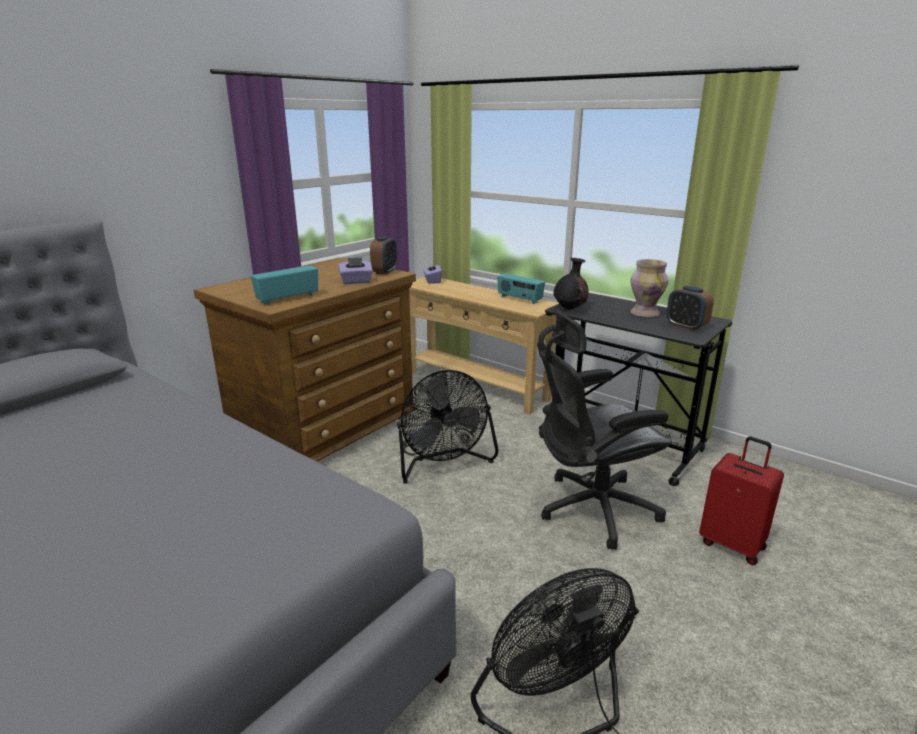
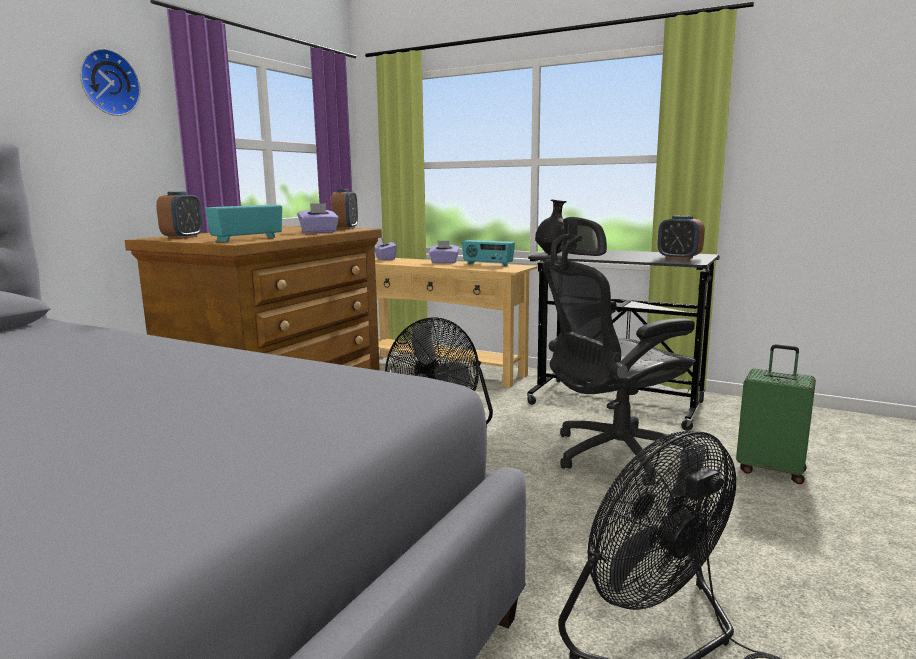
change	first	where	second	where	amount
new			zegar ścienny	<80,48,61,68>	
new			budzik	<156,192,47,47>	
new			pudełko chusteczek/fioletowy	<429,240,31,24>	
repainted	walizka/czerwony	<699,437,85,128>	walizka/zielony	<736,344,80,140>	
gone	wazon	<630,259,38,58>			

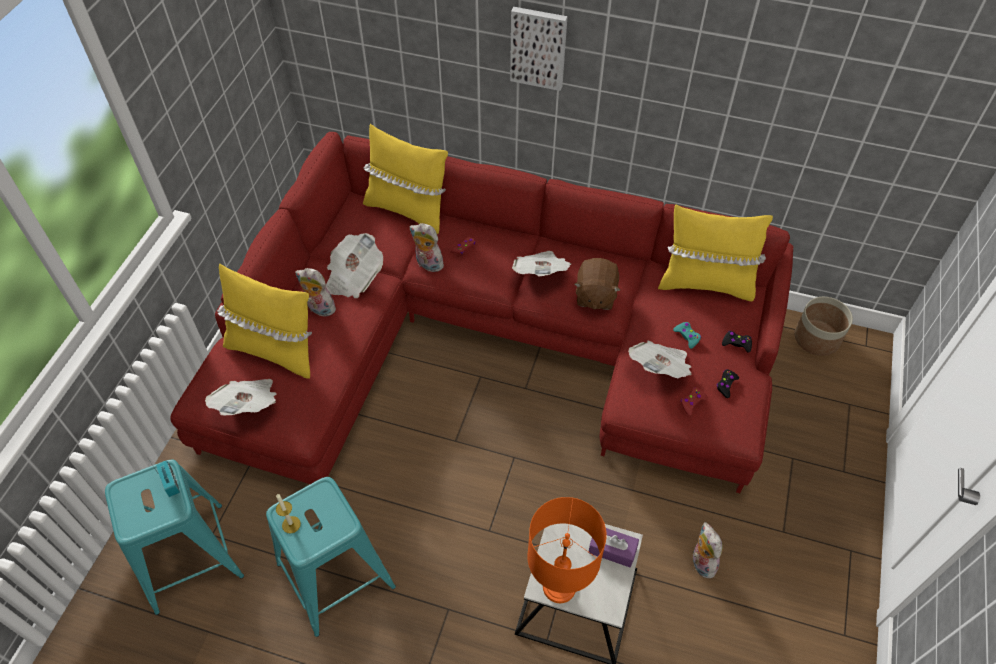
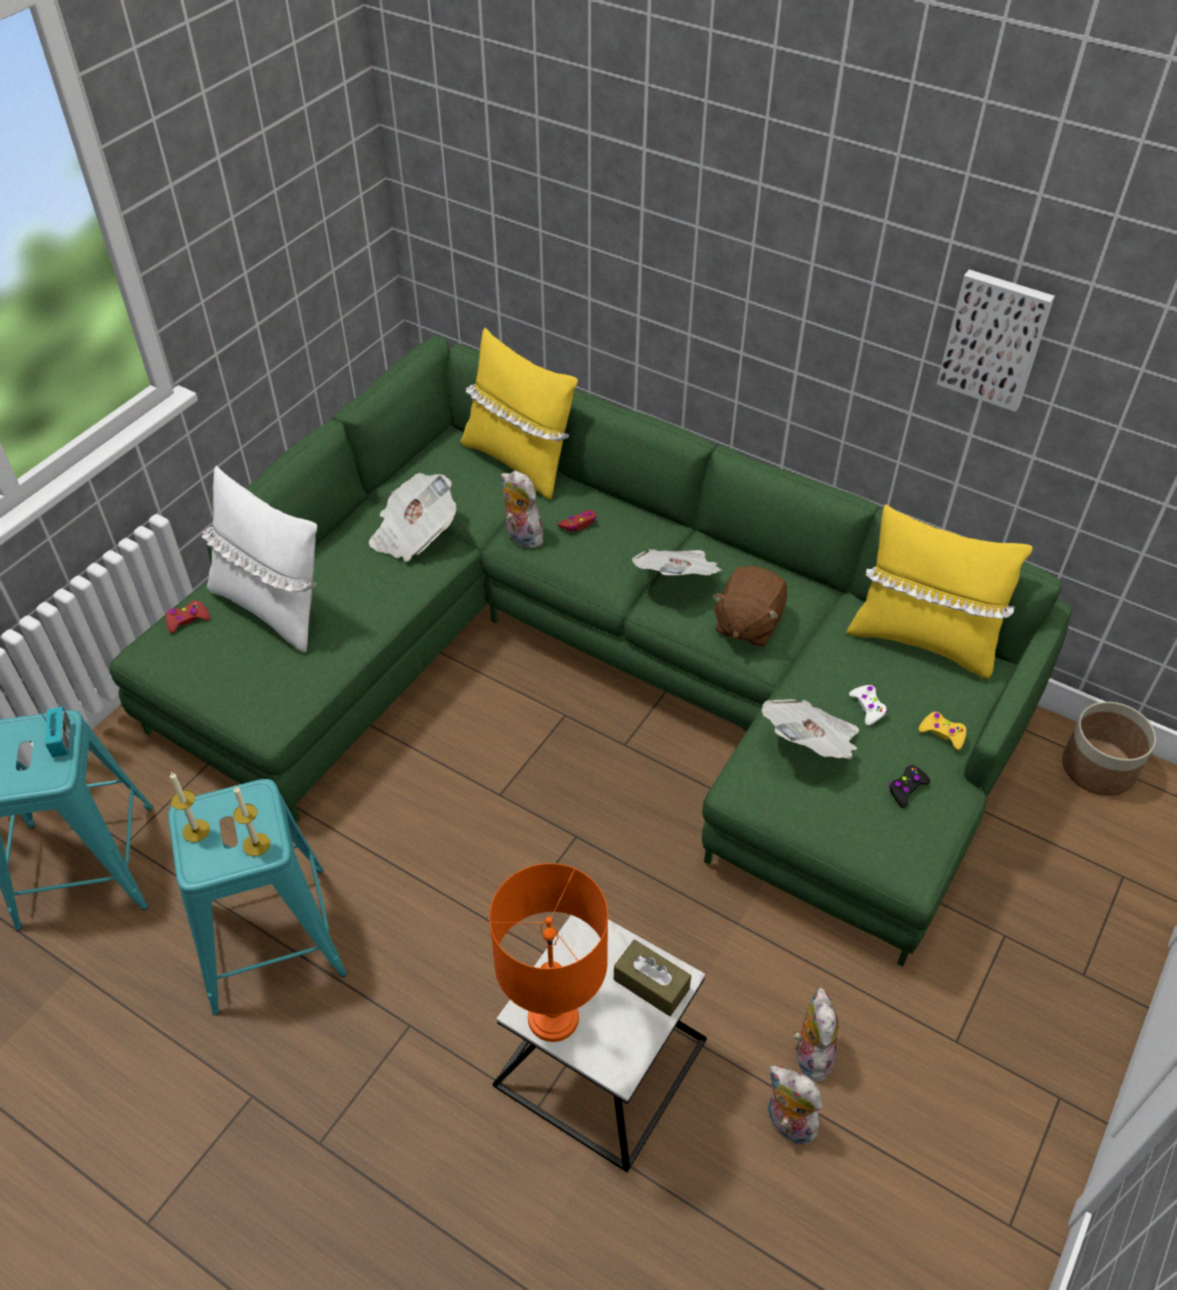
change	first	where	second	where	amount
repainted	kanapa/czerwony	<170,132,623,361>	kanapa/zielony	<109,335,963,632>	
shifted	pad do gier/czerwony	<680,387,28,29>		<166,600,44,33>	
repainted	poduszka/żółty	<217,264,95,115>	poduszka/biały	<202,466,115,187>	
new			świeca	<233,786,37,70>	
repainted	pudełko chusteczek/fioletowy	<588,528,51,39>	pudełko chusteczek/brązowy	<614,940,77,76>	
shifted	pluszak	<295,268,41,50>		<768,1066,54,79>	
repainted	pad do gier/turkusowy	<673,322,28,27>	pad do gier/biały	<849,685,38,41>	
repainted	pad do gier/czarny	<722,331,30,22>	pad do gier/żółty	<919,711,48,39>	
shifted	obraz	<510,7,58,84>		<936,269,119,143>	
gone	gazeta	<205,379,72,37>			

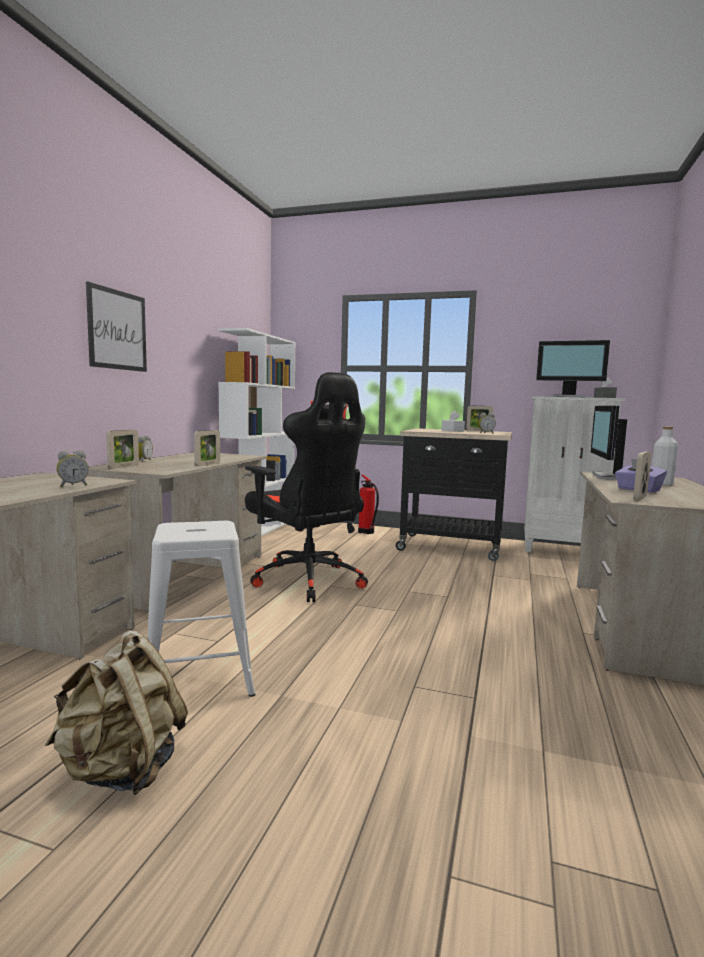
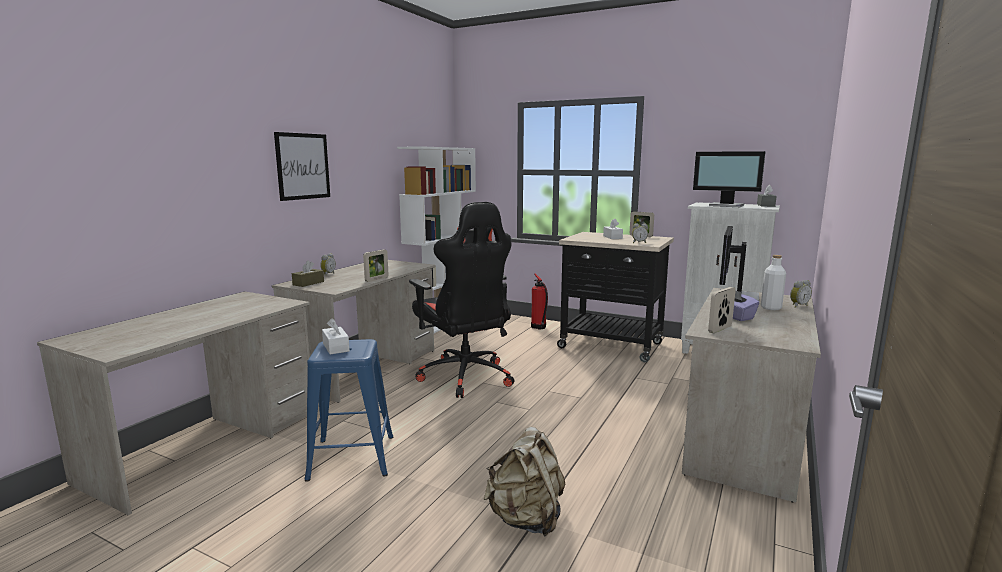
change	first	where	second	where	amount
swapped	ramka na zdjęcie	<106,430,33,39>	pudełko chusteczek/brązowy	<292,260,32,27>	
repainted	stołek/biały	<148,521,108,176>	stołek/niebieski	<305,339,88,143>	
new			pudełko chusteczek/biały	<322,318,28,37>	
shifted	plecak/beżowy	<45,630,143,165>		<484,427,81,109>	
shifted	budzik	<57,450,32,37>		<790,280,22,28>	

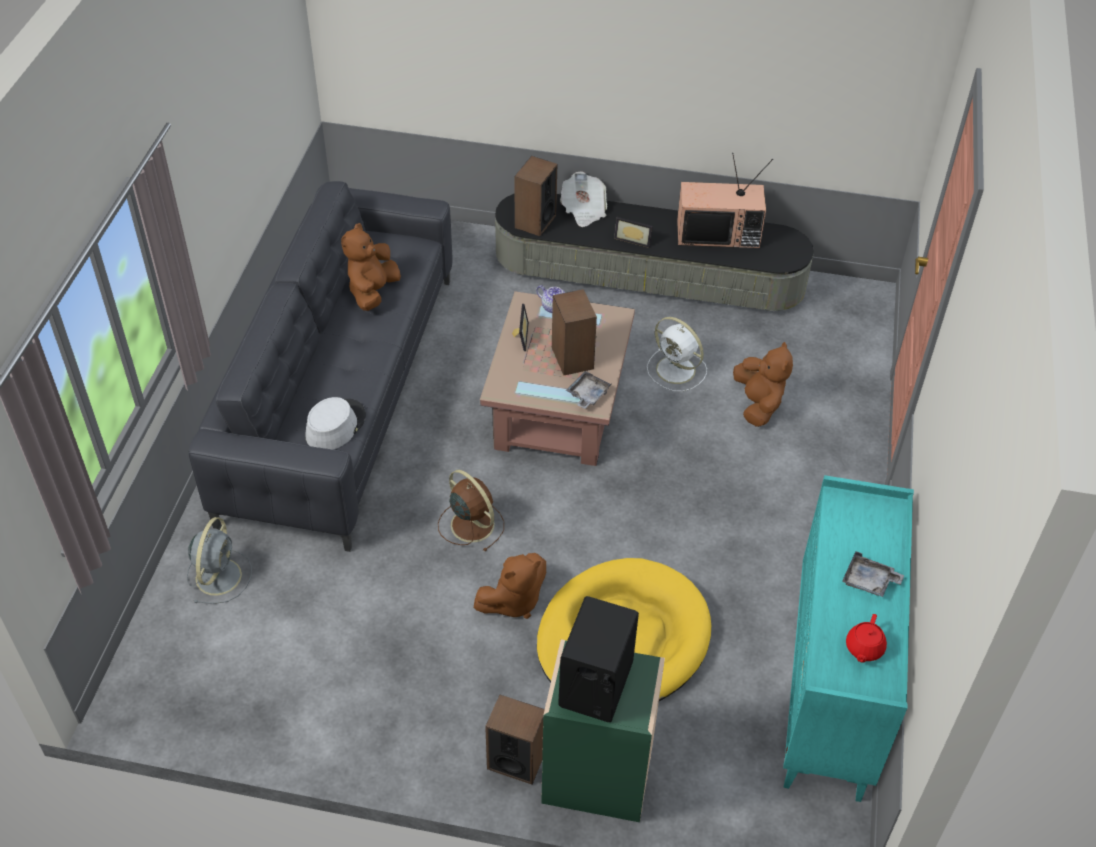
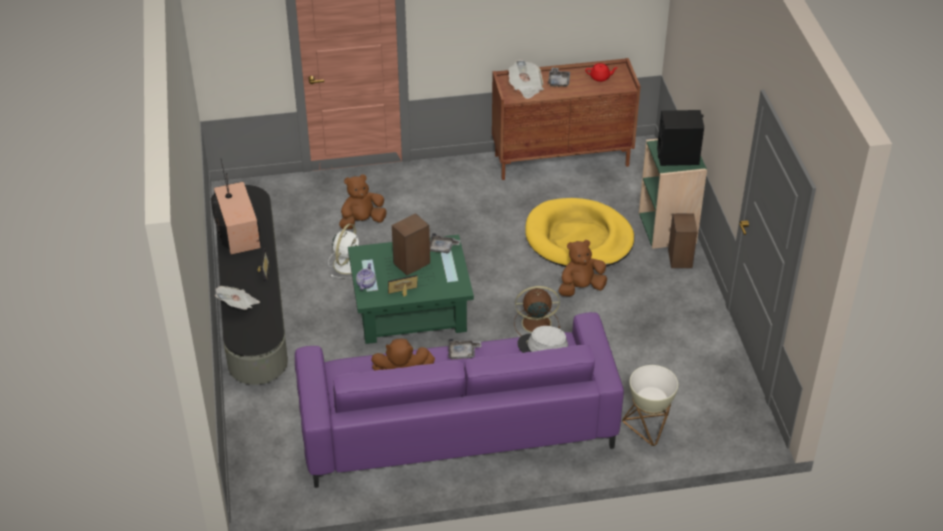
change	first	where	second	where	amount
repainted	kanapa/szary	<189,181,264,371>	kanapa/fioletowy	<295,312,329,176>	
repainted	ława/brązowy	<480,291,155,175>	ława/zielony	<348,235,126,109>	
new			taca/szary	<448,339,33,20>	
repainted	szafka/turkusowy	<783,475,131,327>	szafka/brązowy	<492,58,149,122>	
new			gazeta	<509,60,35,39>	
rotated	wentylator/brązowy	<438,470,66,81>		<514,286,46,50>	60 degrees clockwise
rotated	pluszak/brązowy	<474,553,72,66>		<559,240,48,56>	60 degrees counterclockwise
swapped	wentylator/szary	<187,517,65,87>	donica	<622,365,56,81>	
gone	głośnik	<514,156,43,80>			

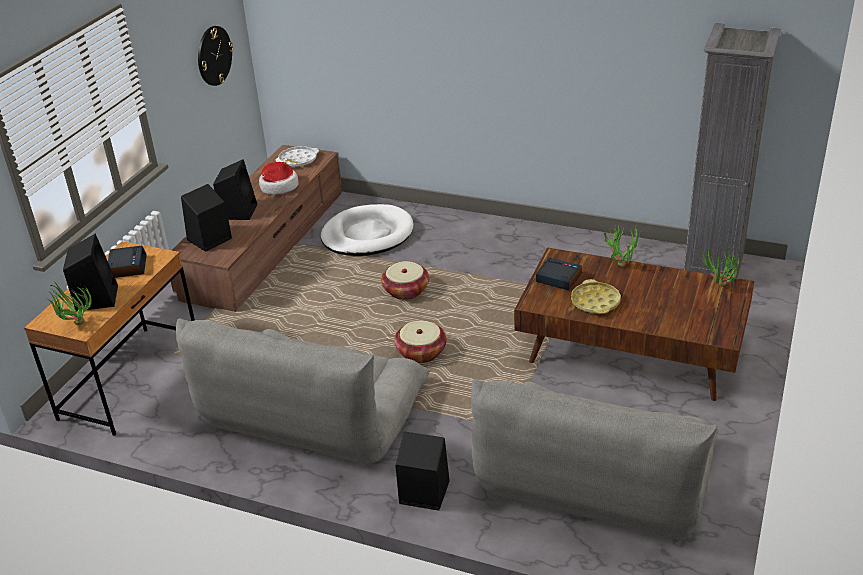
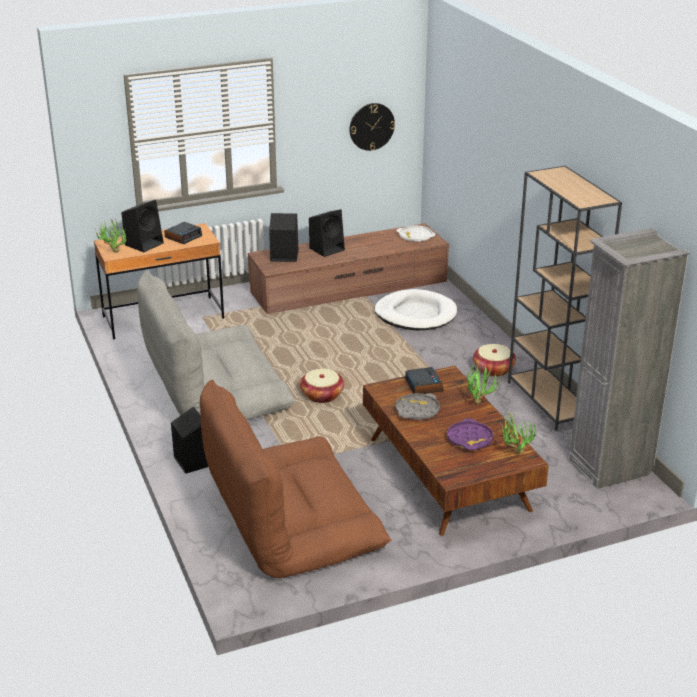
change	first	where	second	where	amount
repainted	kanapa/szary	<471,379,248,160>	kanapa/brązowy	<200,380,192,198>	
repainted	taca/żółty	<571,279,50,35>	taca/szary	<396,393,44,27>	
new			taca/fioletowy	<447,419,46,31>	
shifted	koszyk	<381,261,48,39>		<473,344,43,33>	
new			regał	<508,166,114,265>	
gone	kapelusz	<259,162,40,33>			

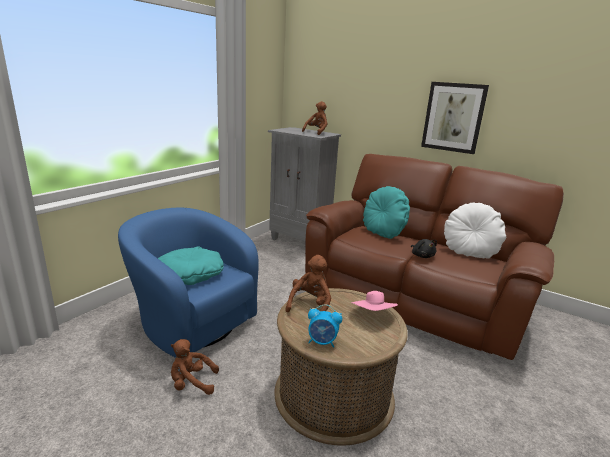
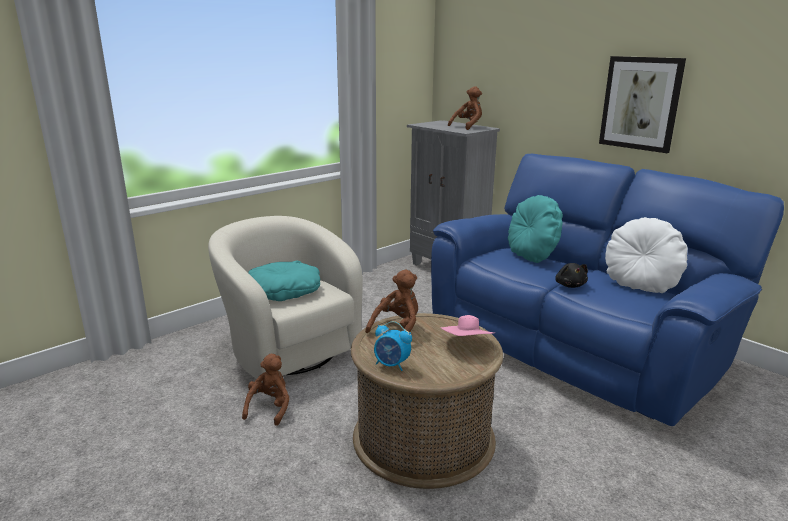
change	first	where	second	where	amount
repainted	fotel/niebieski	<118,208,141,150>	fotel/beżowy	<208,216,155,163>	
rotated	pluszak/brązowy	<171,339,48,56>		<242,354,48,72>	90 degrees clockwise
repainted	kanapa/brązowy	<305,154,259,206>	kanapa/niebieski	<431,154,353,272>	

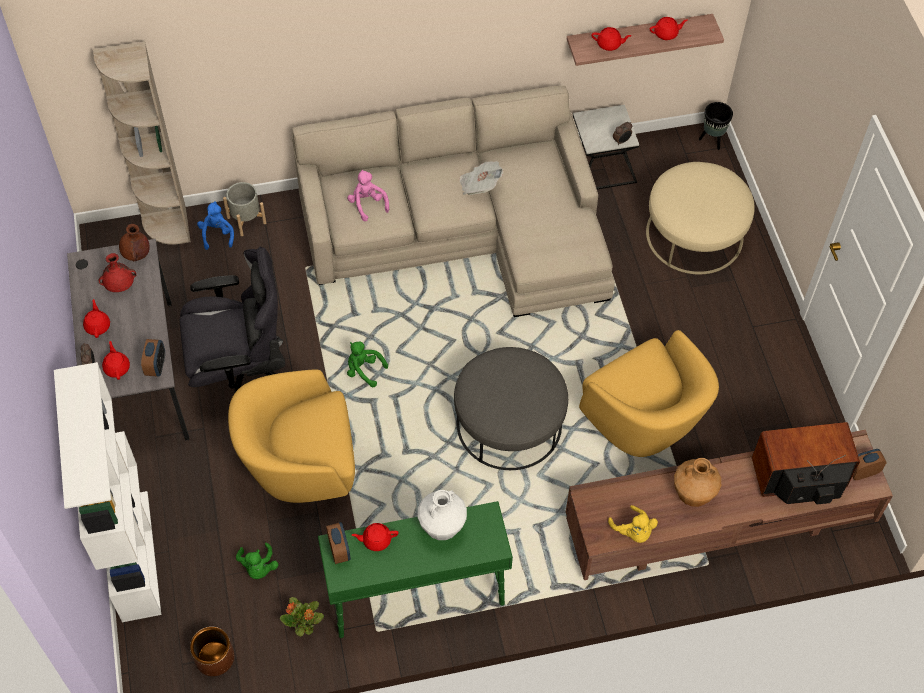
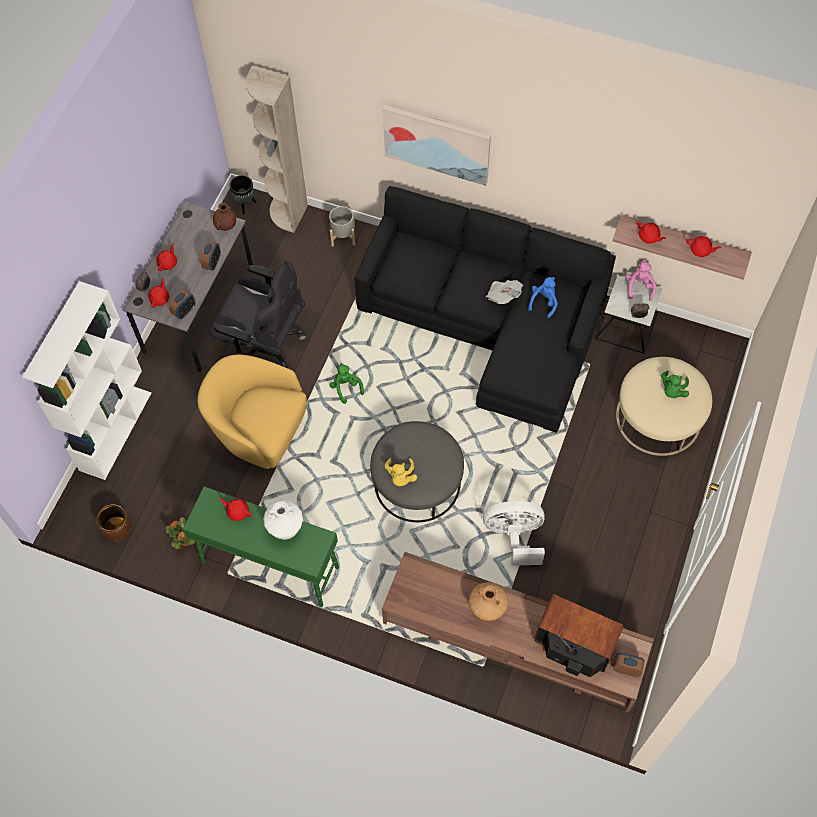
change	first	where	second	where	amount
shifted	budzik	<326,522,25,42>		<200,241,21,30>	
shifted	donica/czarny	<699,102,34,48>		<230,175,26,40>	
repainted	kanapa/beżowy	<292,86,323,231>	kanapa/czarny	<355,186,261,247>	
new			obraz	<383,105,108,81>	
shifted	pluszak/żółty	<608,505,50,38>		<385,458,32,28>	
swapped	fotel/żółty	<579,330,140,127>	wentylator/biały	<483,501,62,65>	
shifted	pluszak/niebieski	<197,202,37,48>		<528,277,30,41>	
shifted	pluszak/różowy	<347,170,42,51>		<625,260,31,41>	
shifted	pluszak/zielony	<236,543,42,36>		<661,370,28,28>	
gone	wazon/czerwony	<99,253,37,39>			

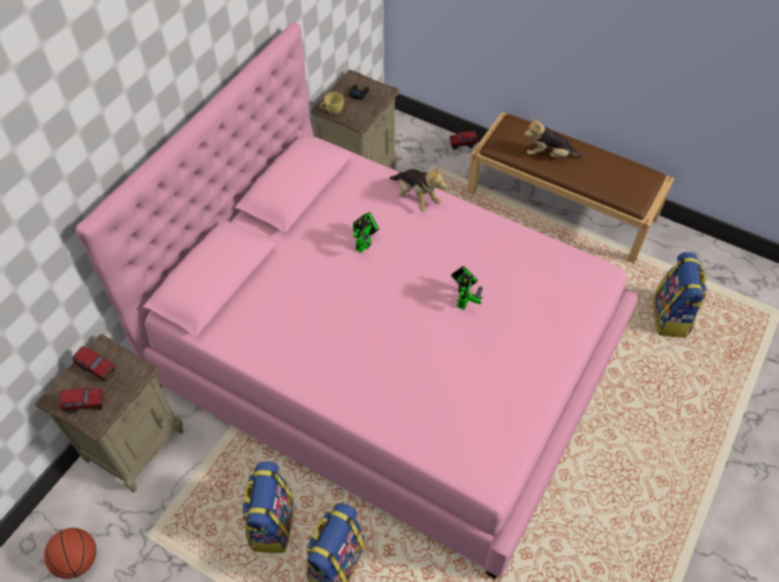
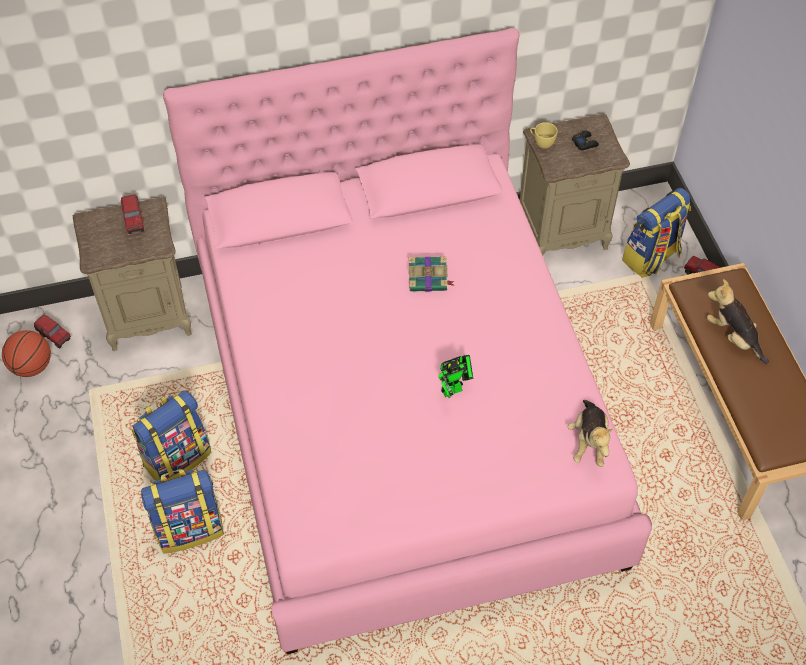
change	first	where	second	where	amount
shifted	ciężarówka zabawkowa	<59,388,45,25>		<34,315,37,33>	
swapped	robot zabawkowy	<353,212,26,41>	książka	<409,256,45,35>	
shifted	pluszak	<389,165,58,46>		<568,400,46,67>	
shifted	plecak	<653,252,54,86>		<622,188,69,90>	

